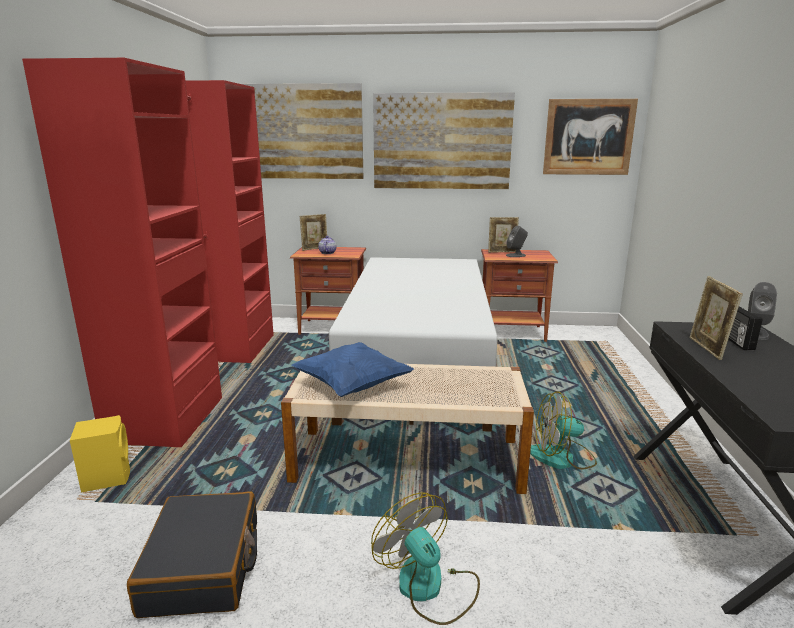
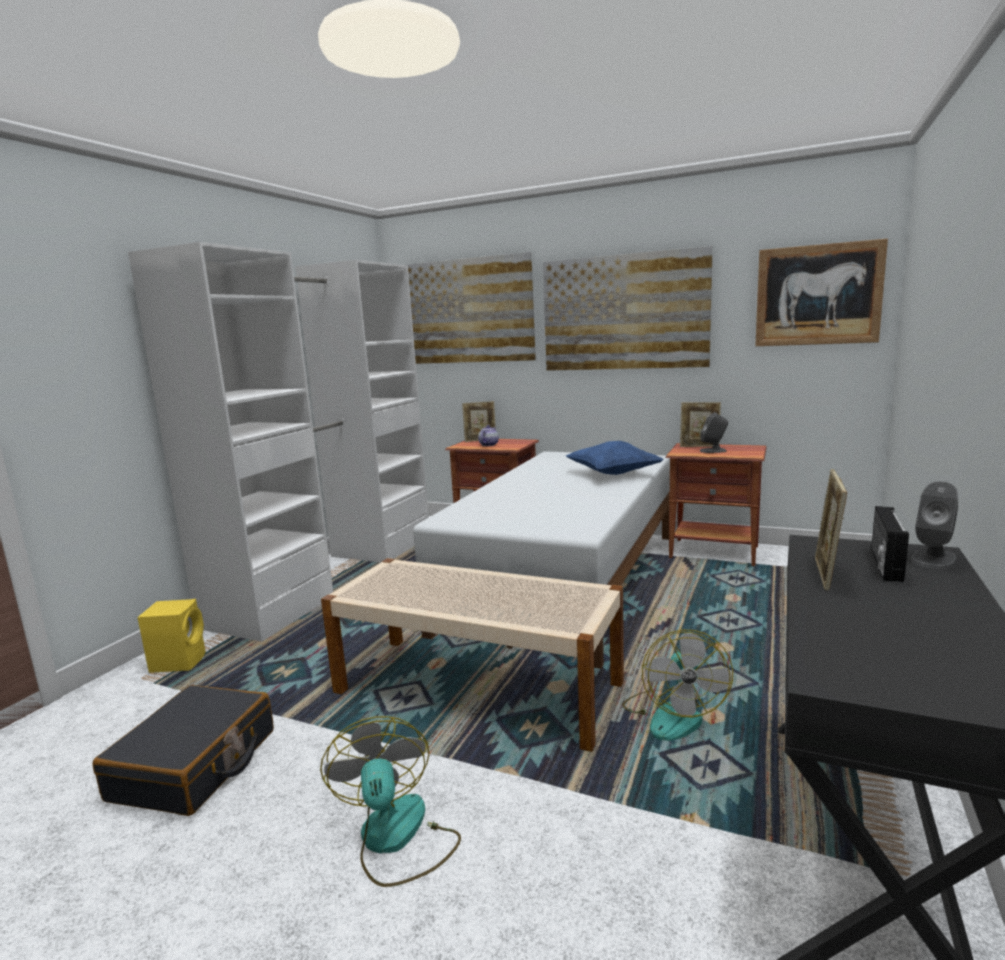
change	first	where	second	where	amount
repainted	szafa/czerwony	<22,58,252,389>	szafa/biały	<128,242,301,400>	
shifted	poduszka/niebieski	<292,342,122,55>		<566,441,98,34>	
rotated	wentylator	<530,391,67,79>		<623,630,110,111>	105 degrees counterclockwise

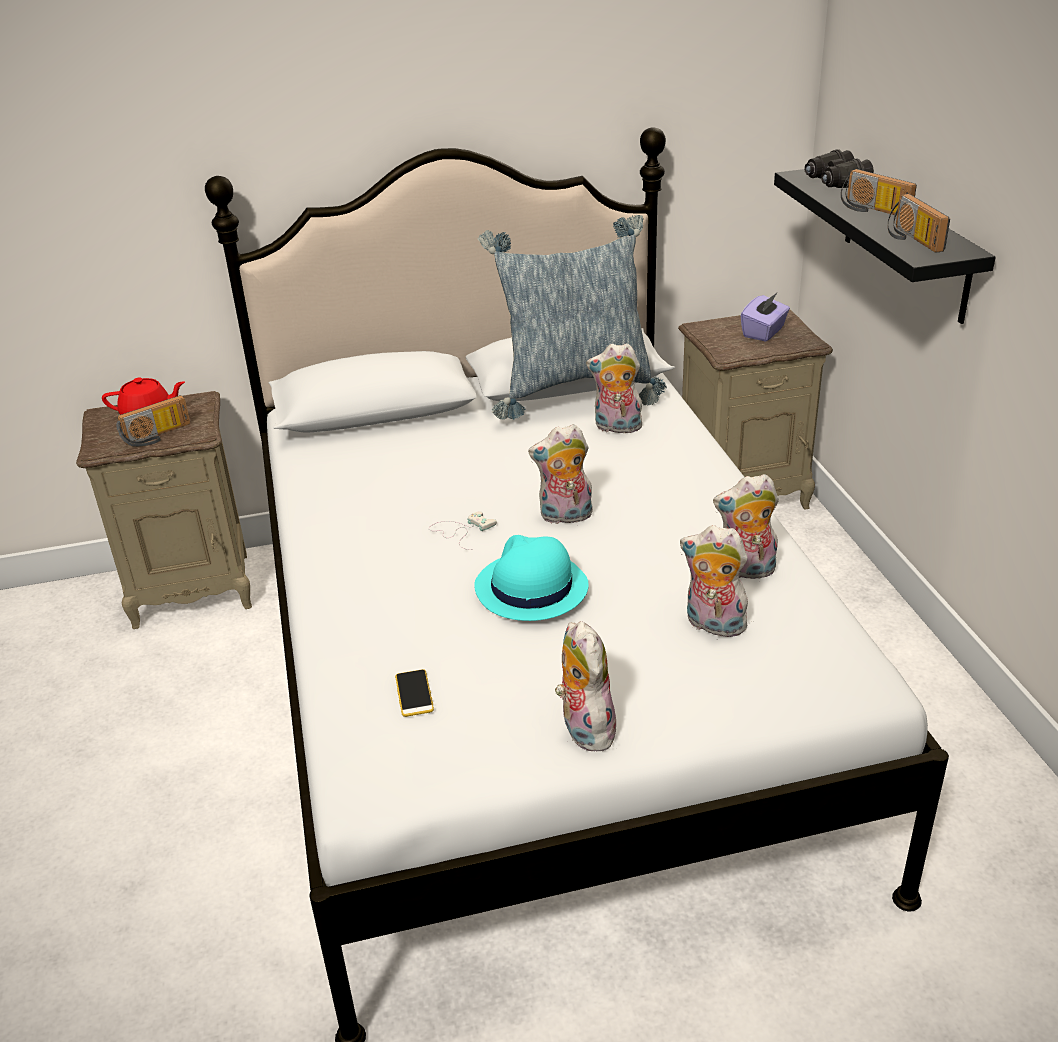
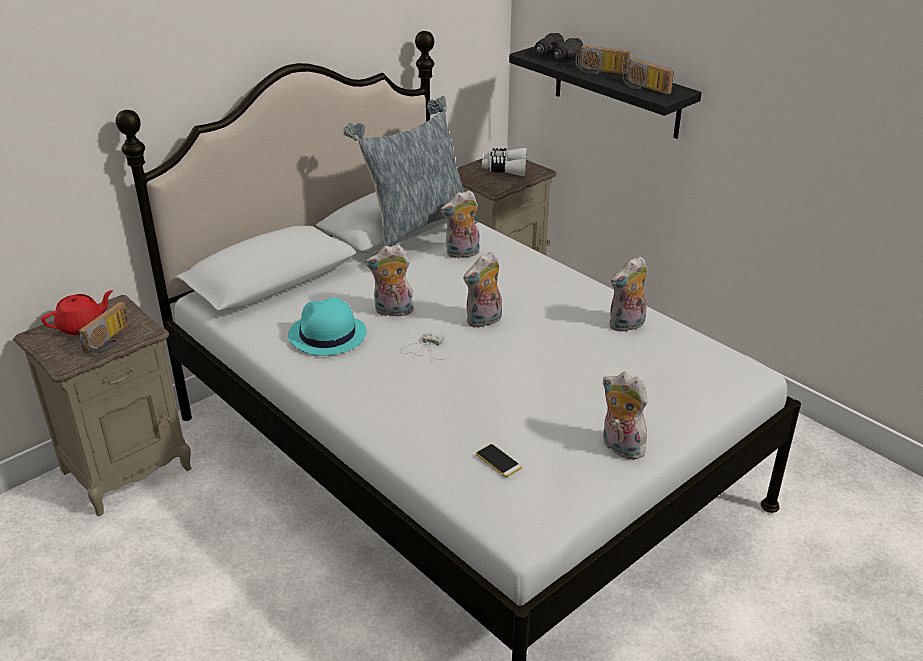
change	first	where	second	where	amount
shifted	kapelusz/turkusowy	<474,535,115,86>		<288,297,79,59>	
shifted	pluszak	<680,525,70,112>		<365,245,49,71>	
swapped	pudełko chusteczek/fioletowy	<740,293,50,49>	lornetka/biały	<482,148,45,28>	

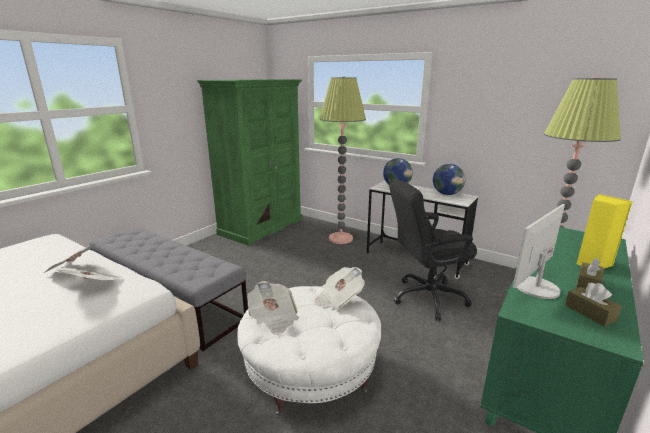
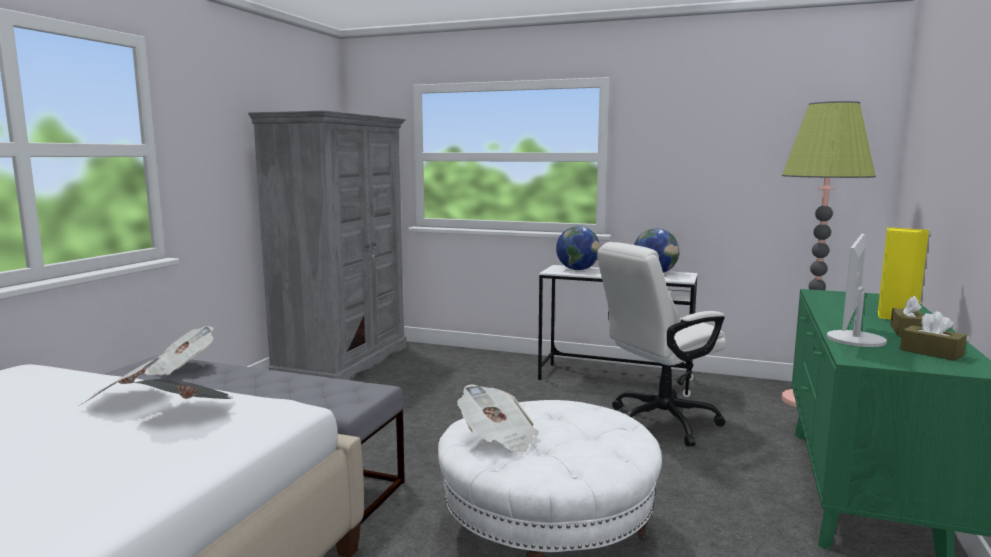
change	first	where	second	where	amount
shifted	gazeta	<315,267,50,43>		<144,326,70,49>	
repainted	szafa/zielony	<197,79,105,167>	szafa/szary	<248,110,159,270>	
repainted	krzesło biurowe/czarny	<389,180,88,141>	krzesło biurowe/biały	<597,242,129,205>	
gone	lampa stojąca	<320,76,46,168>			

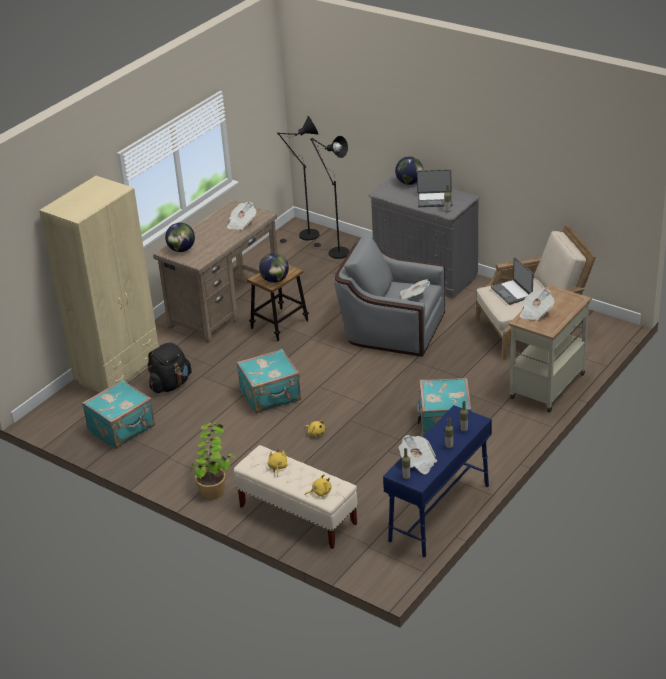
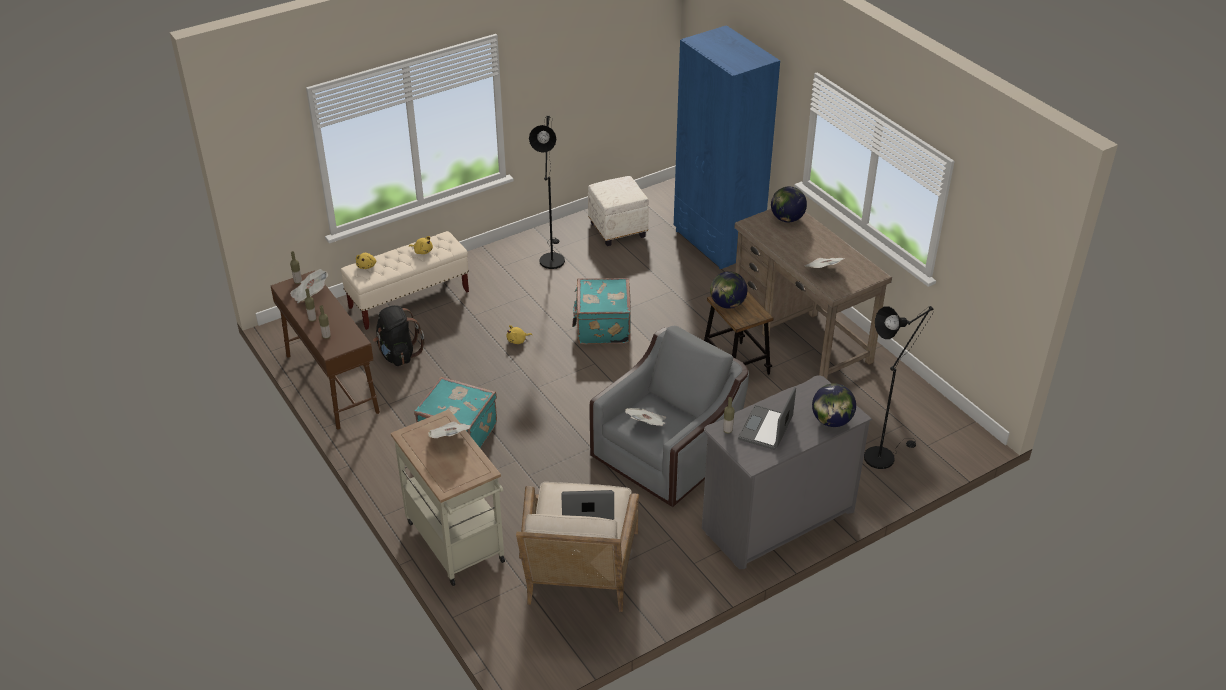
change	first	where	second	where	amount
repainted	stolik konsolowy/niebieski	<383,405,109,152>	stolik konsolowy/brązowy	<271,271,109,159>	
shifted	plecak/czarny	<147,343,45,50>		<373,305,51,61>	
shifted	lampa stojąca/czarny	<277,116,42,127>		<529,116,36,153>	
swapped	walizka/turkusowy	<82,380,73,69>	pufa/biały	<588,176,61,70>	
repainted	szafa/beżowy	<39,176,120,217>	szafa/niebieski	<674,25,106,244>	
gone	roślina doniczkowa	<191,422,46,78>			

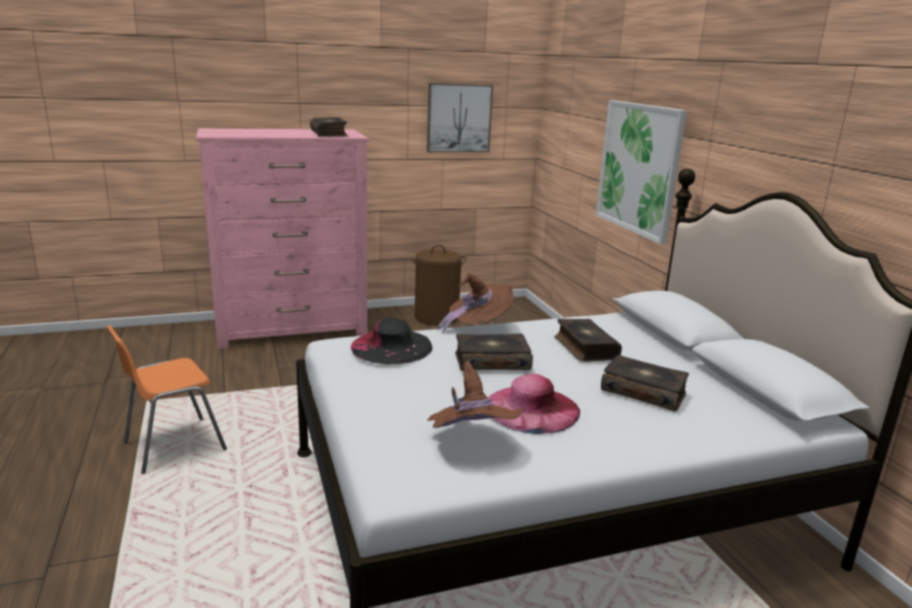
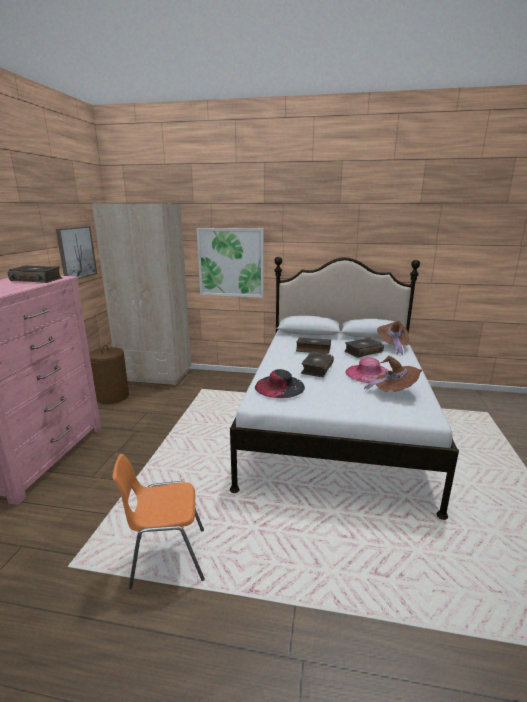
change	first	where	second	where	amount
new			szafa/beżowy	<92,204,99,182>	
rotated	krzesło/pomarańczowy	<106,325,121,149>		<112,454,93,135>	90 degrees clockwise
shifted	kapelusz/brązowy	<437,273,77,61>		<377,320,34,35>	

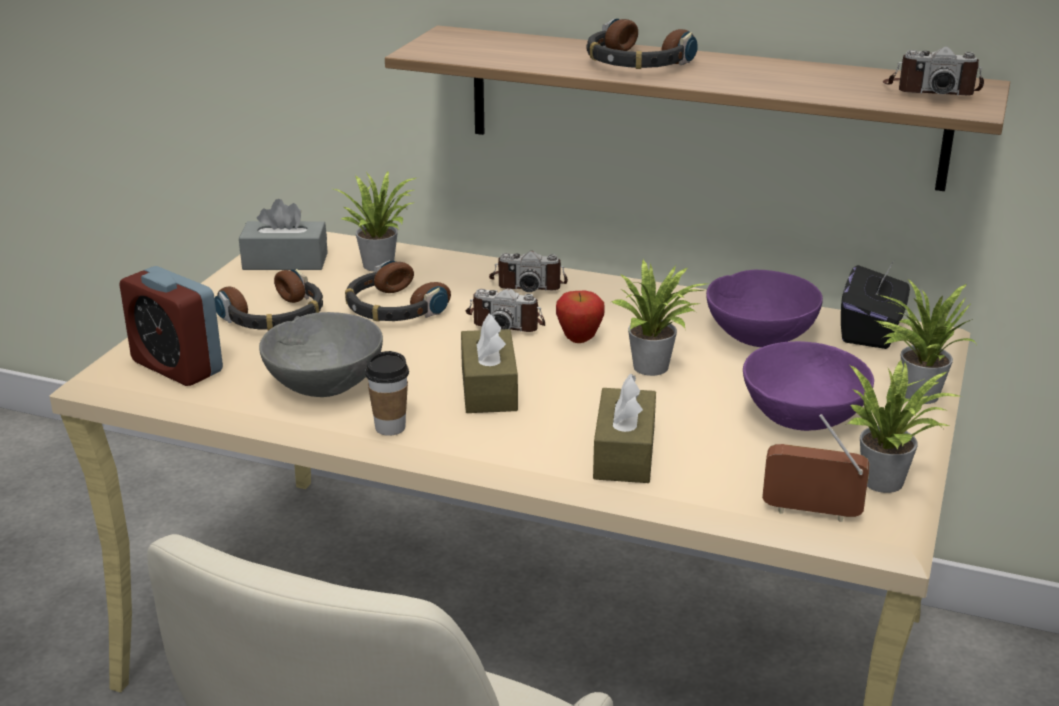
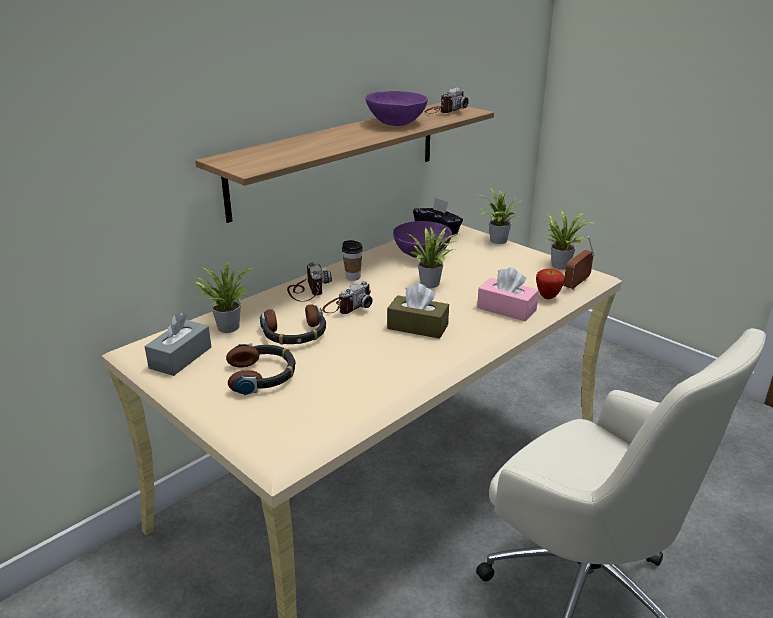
change	first	where	second	where	amount
rotated	aparat fotograficzny	<489,251,79,41>		<287,262,45,40>	45 degrees counterclockwise
shifted	filiżanka	<365,351,44,85>		<342,240,21,41>	
shifted	miska/fioletowy	<743,341,131,90>		<365,91,63,35>	
repainted	pudełko chusteczek/brązowy	<593,373,63,110>	pudełko chusteczek/różowy	<477,267,62,54>	
shifted	jabłko	<556,291,48,52>		<536,269,29,30>	
gone	budzik	<119,266,104,120>			
gone	miska/szary	<259,312,124,85>			
gone	słuchawki	<587,18,111,51>			

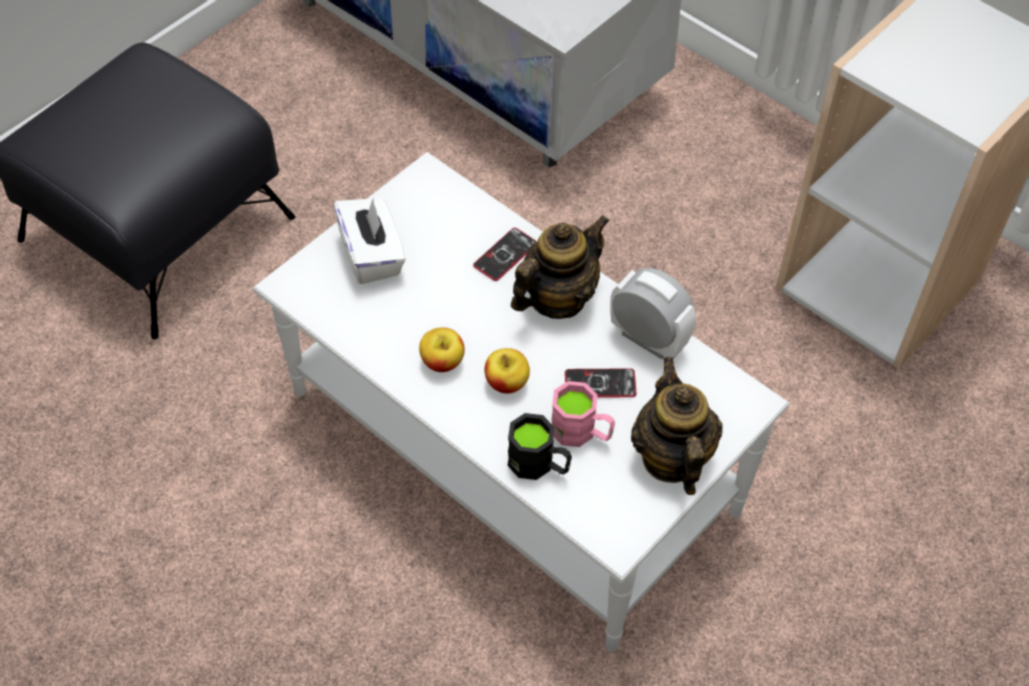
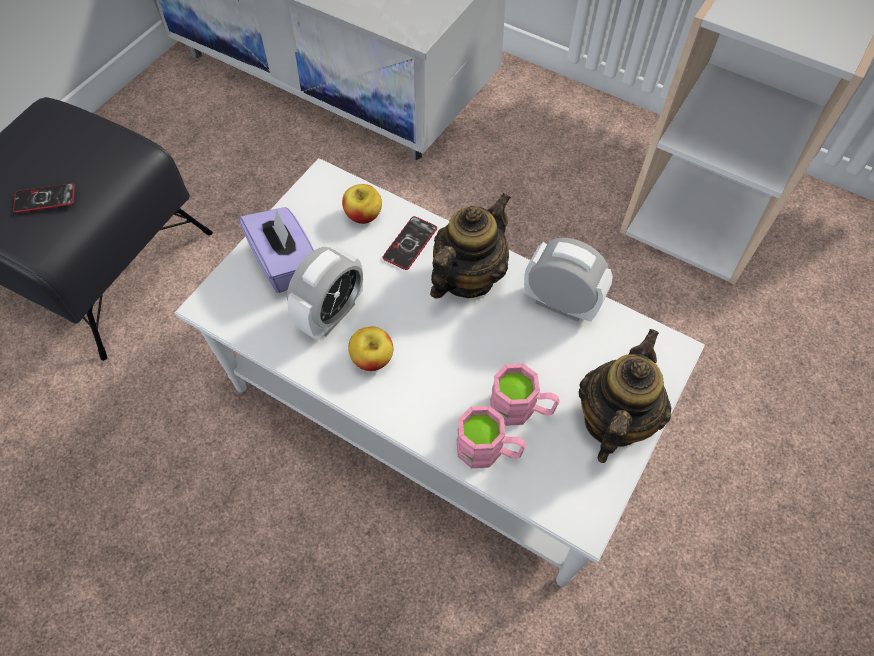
change	first	where	second	where	amount
shifted	telefon	<565,369,71,29>		<13,183,62,30>	
repainted	pudełko chusteczek/biały	<334,197,72,87>	pudełko chusteczek/fioletowy	<239,207,75,86>	
new			budzik	<287,246,76,95>	
shifted	jabłko	<484,348,46,46>		<342,184,40,40>	
repainted	kubek/czarny	<507,413,65,67>	kubek/różowy	<457,406,69,62>	
rotated	imbryk	<631,357,92,138>		<578,329,93,134>	45 degrees clockwise

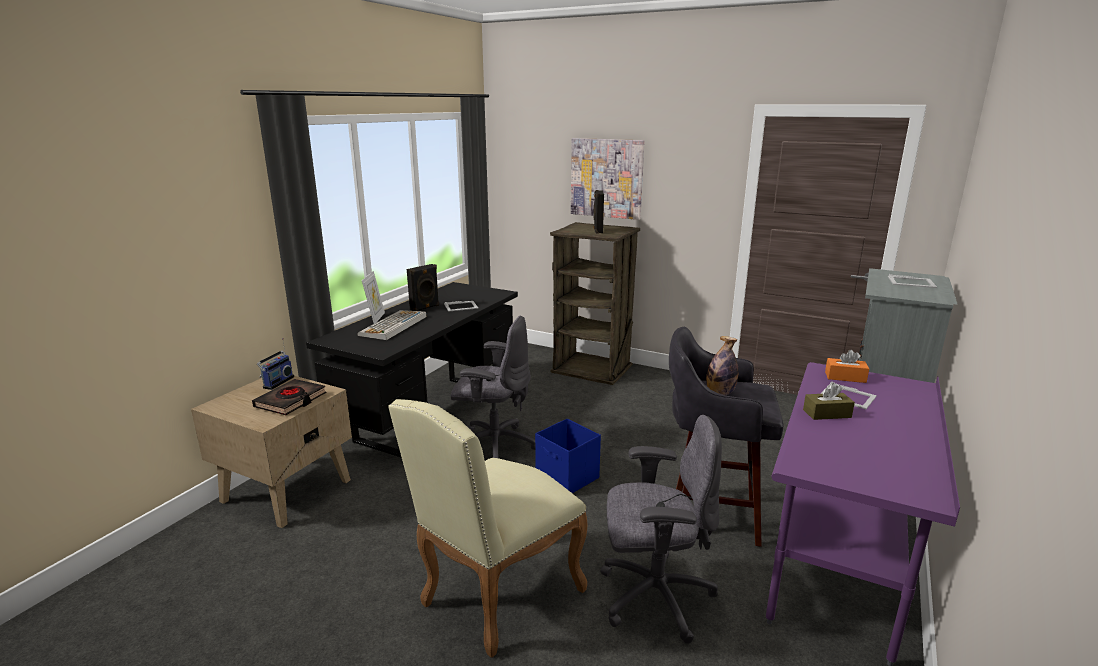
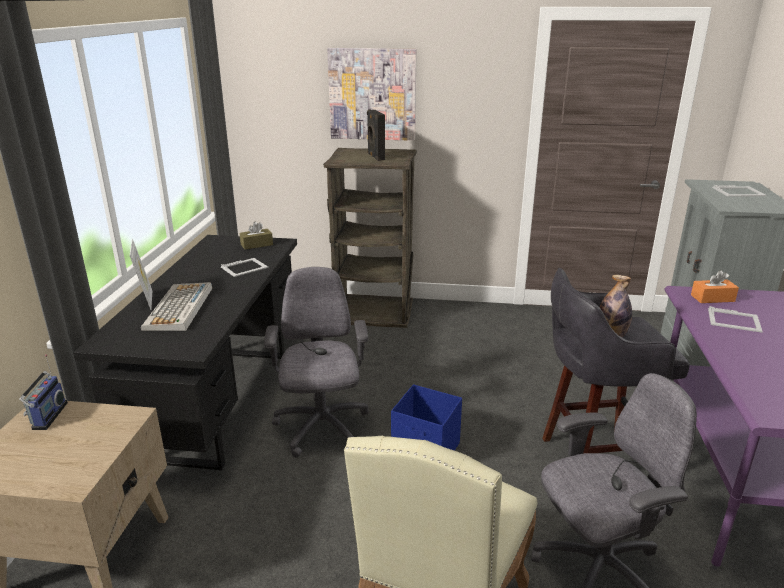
change	first	where	second	where	amount
shifted	pudełko chusteczek/brązowy	<803,383,52,37>		<240,221,33,29>	
rotated	krzesło biurowe/szary	<451,316,84,142>		<264,267,105,190>	90 degrees counterclockwise
gone	książka/czarny	<252,379,74,36>			
gone	głośnik/czarny	<407,264,32,47>			

